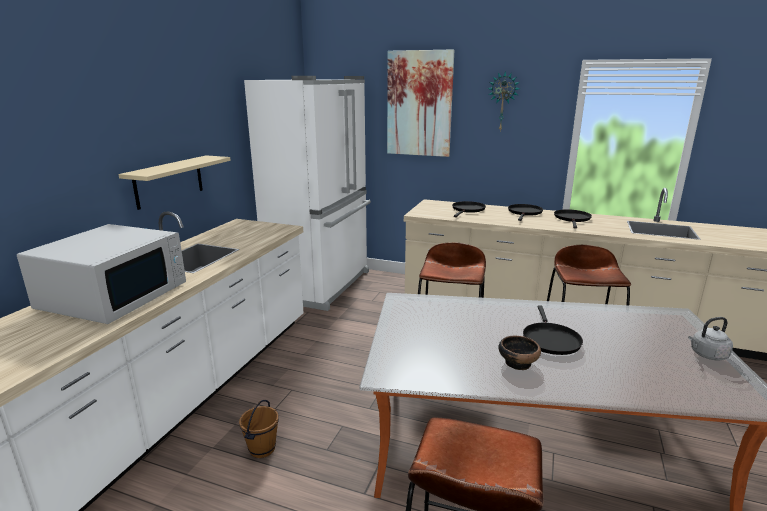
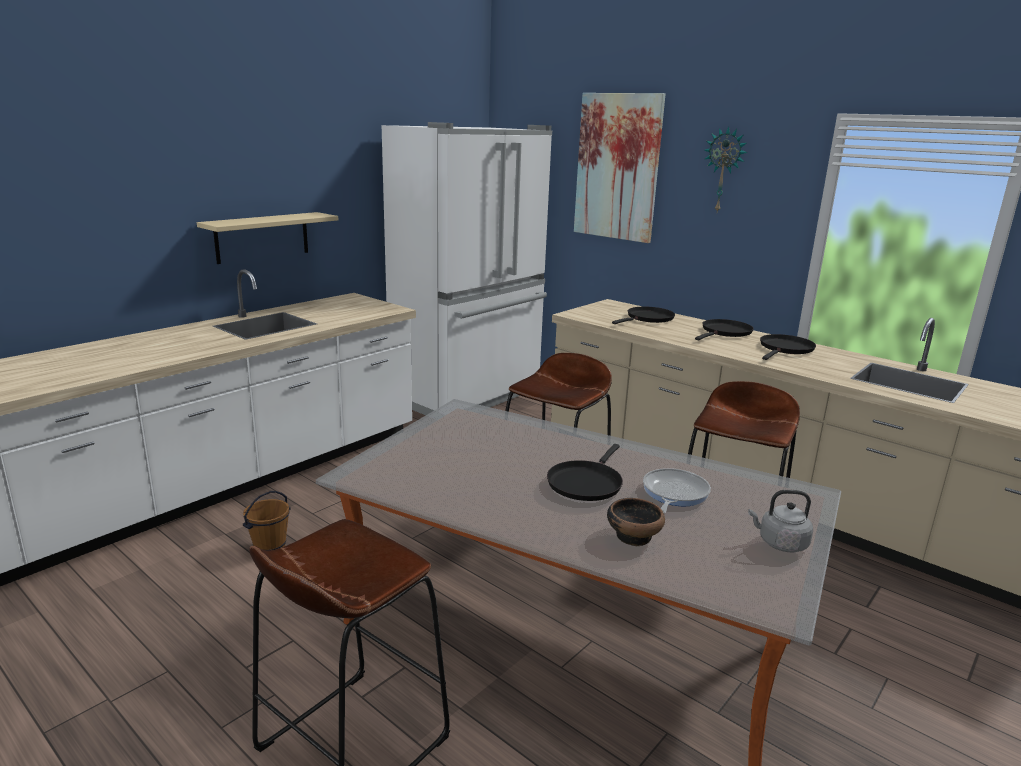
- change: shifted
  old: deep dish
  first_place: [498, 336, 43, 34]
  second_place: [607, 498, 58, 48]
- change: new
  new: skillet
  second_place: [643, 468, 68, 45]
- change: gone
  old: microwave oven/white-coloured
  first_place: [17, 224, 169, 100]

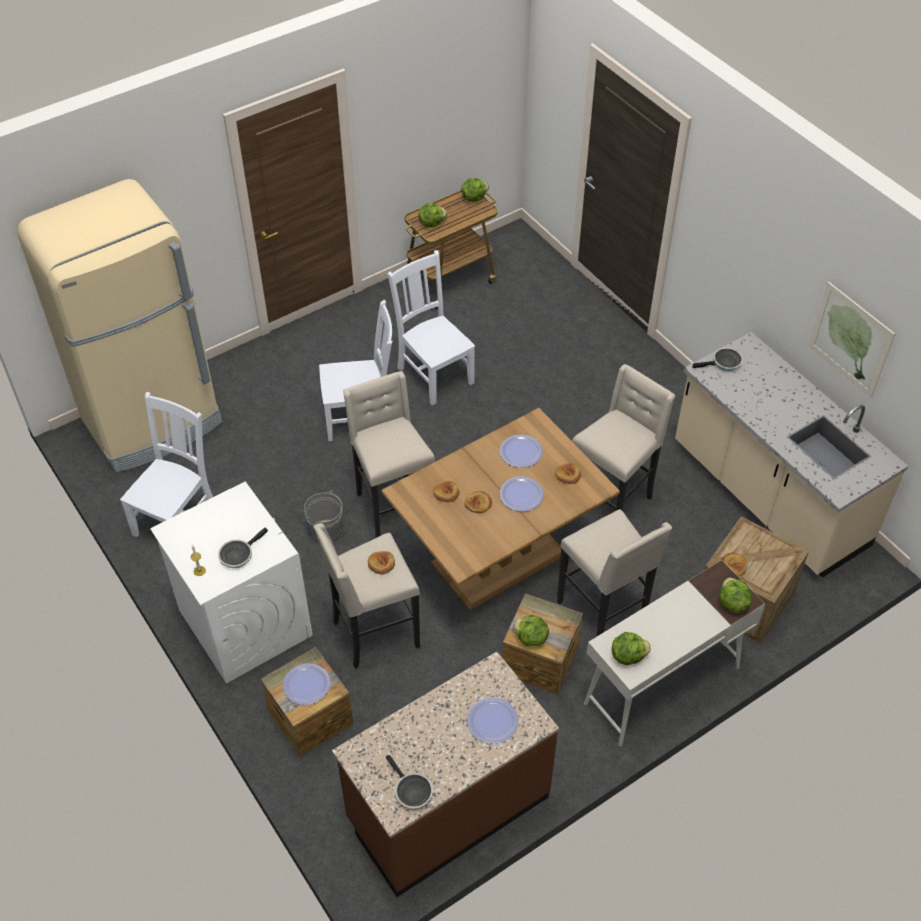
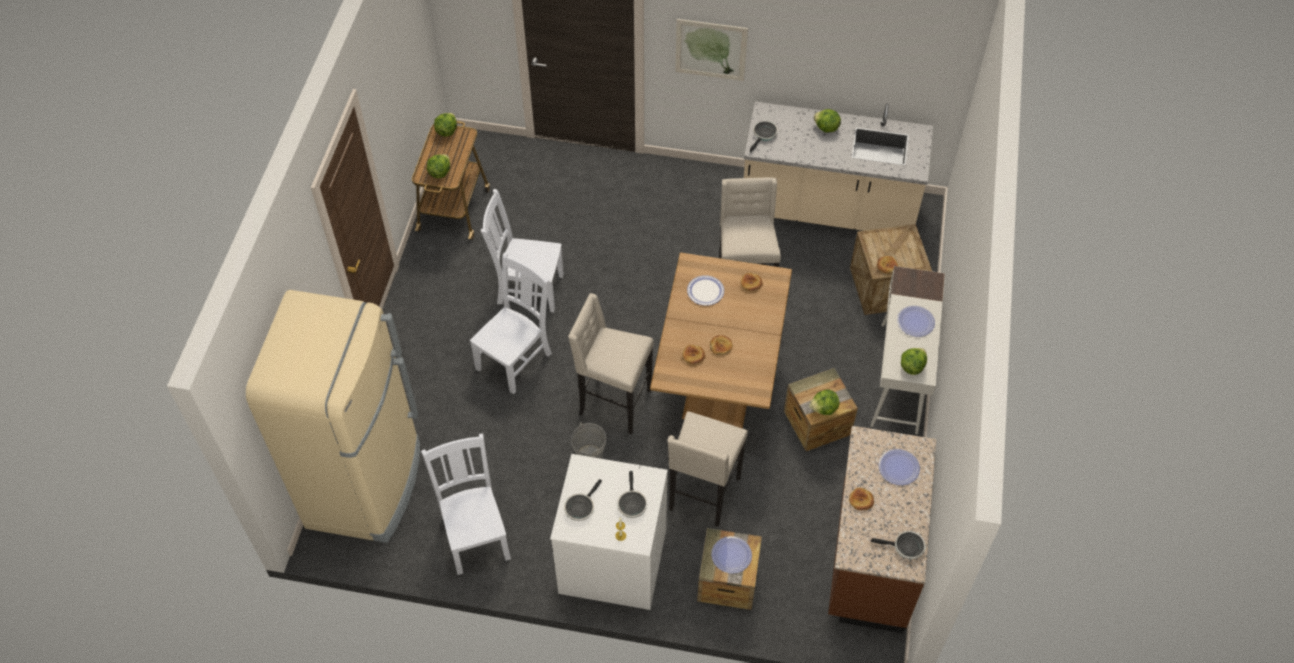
- change: new
  new: skillet
  second_place: [564, 479, 38, 42]
- change: shifted
  old: wall picture
  first_place: [809, 282, 86, 115]
  second_place: [675, 19, 73, 62]
- change: shifted
  old: lettuce head
  first_place: [720, 578, 32, 35]
  second_place: [814, 109, 27, 24]
- change: shifted
  old: baked bread
  first_place: [368, 551, 27, 23]
  second_place: [849, 487, 25, 23]
- change: shifted
  old: plate
  first_place: [500, 477, 44, 34]
  second_place: [897, 306, 38, 31]
- change: gone
  old: sitting stool/beige
  first_place: [557, 509, 115, 127]

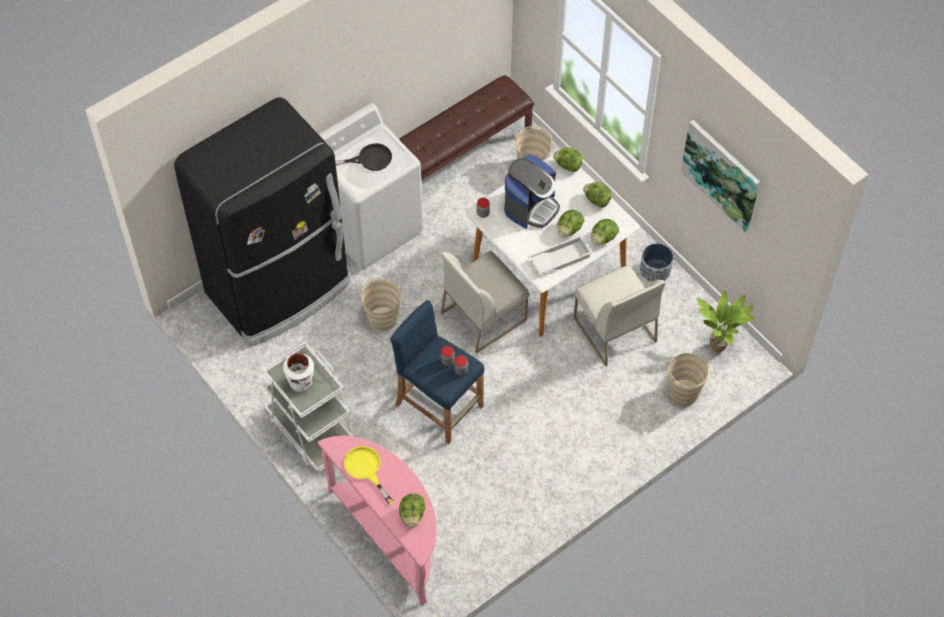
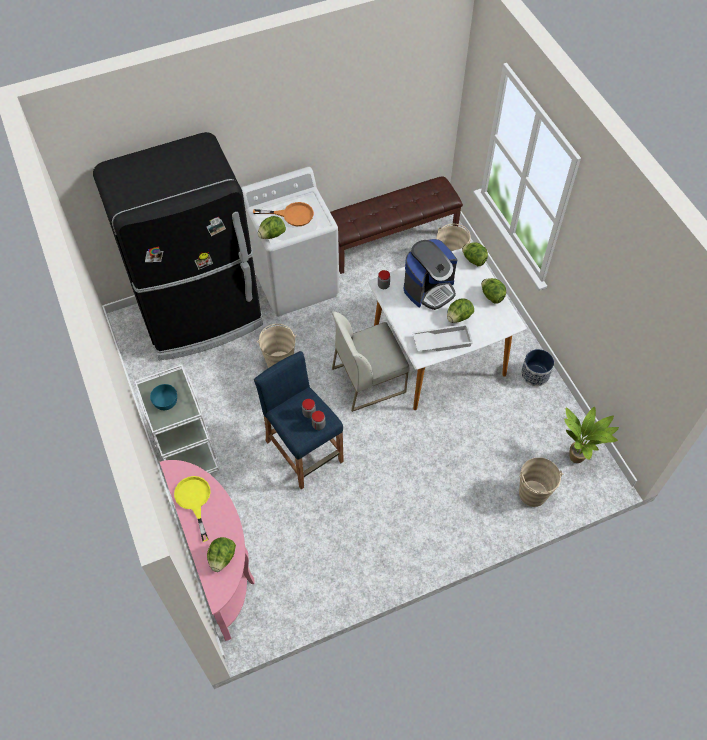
- change: swapped
  old: vase/white-coloured
  new: deep dish/turquoise-coloured
  first_place: [283, 353, 31, 39]
  second_place: [150, 384, 27, 26]
- change: repainted
  old: skillet/blackish
  new: skillet/orangey
  first_place: [335, 143, 57, 28]
  second_place: [253, 202, 61, 24]
- change: shifted
  old: lettuce head
  first_place: [591, 219, 28, 27]
  second_place: [258, 216, 28, 23]
- change: gone
  old: plain chair/white-coloured
  first_place: [573, 265, 93, 101]
- change: gone
  old: wall picture
  first_place: [681, 120, 79, 112]

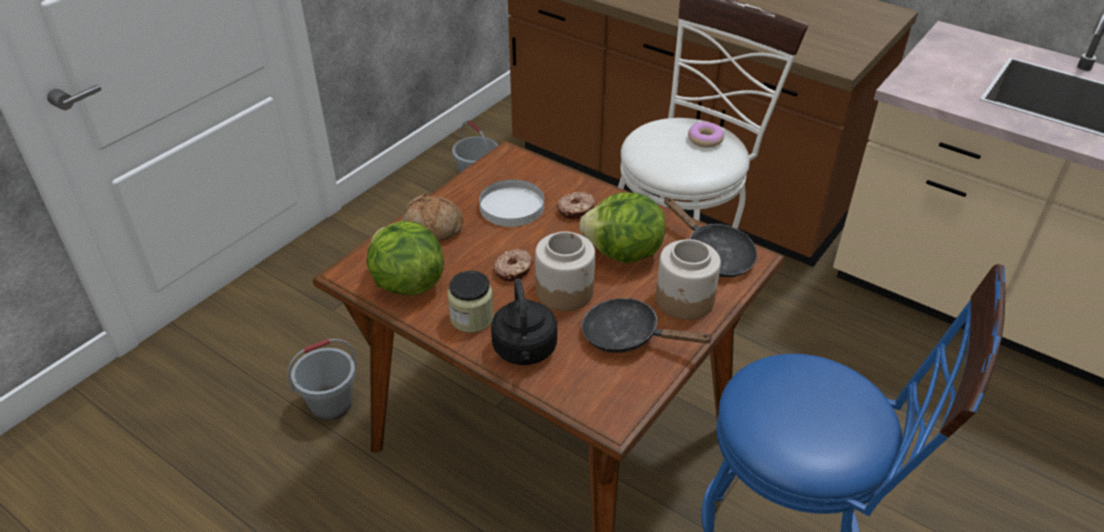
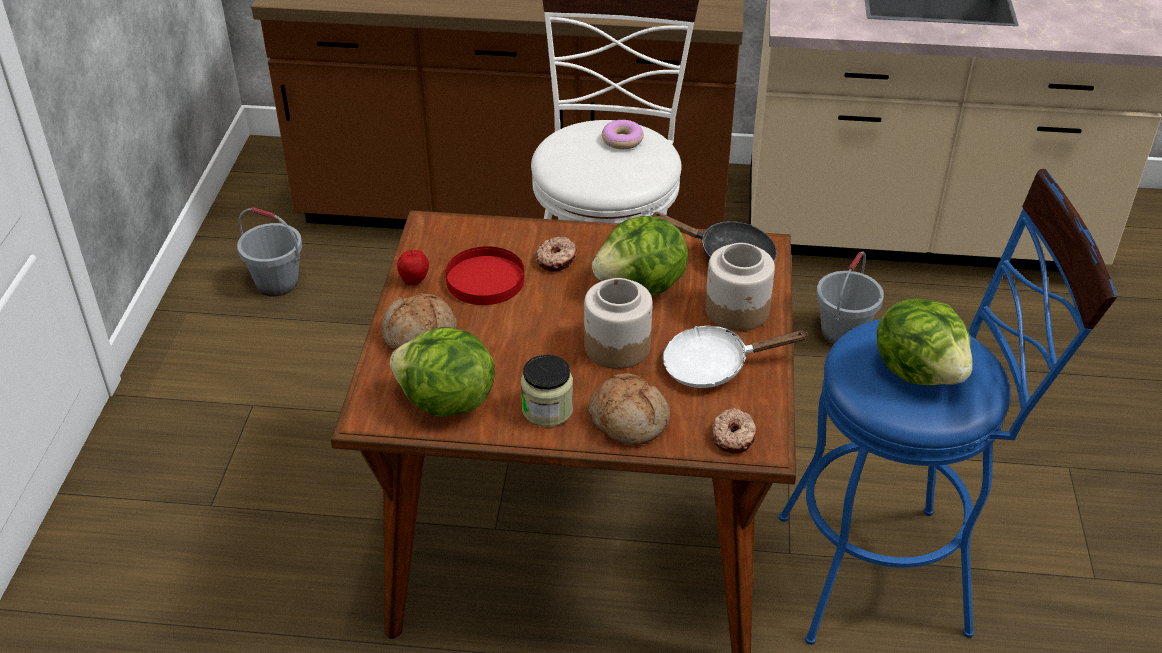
- change: new
  new: apple fruit
  second_place: [397, 250, 32, 35]
- change: repainted
  old: plate/white-coloured
  new: plate/red-coloured
  first_place: [479, 179, 65, 48]
  second_place: [445, 246, 80, 59]
- change: swapped
  old: kettle/blackish
  new: baked bread
  first_place: [491, 279, 66, 86]
  second_place: [588, 373, 82, 72]
- change: repainted
  old: skillet/blackish
  new: skillet/white-coloured
  first_place: [582, 298, 132, 55]
  second_place: [663, 326, 145, 62]
- change: shifted
  old: donut
  first_place: [493, 249, 40, 32]
  second_place: [711, 408, 45, 46]
- change: shifted
  old: pail/greyish
  first_place: [287, 339, 70, 82]
  second_place: [816, 251, 68, 94]
- change: new
  new: lettuce head
  second_place: [877, 298, 95, 87]

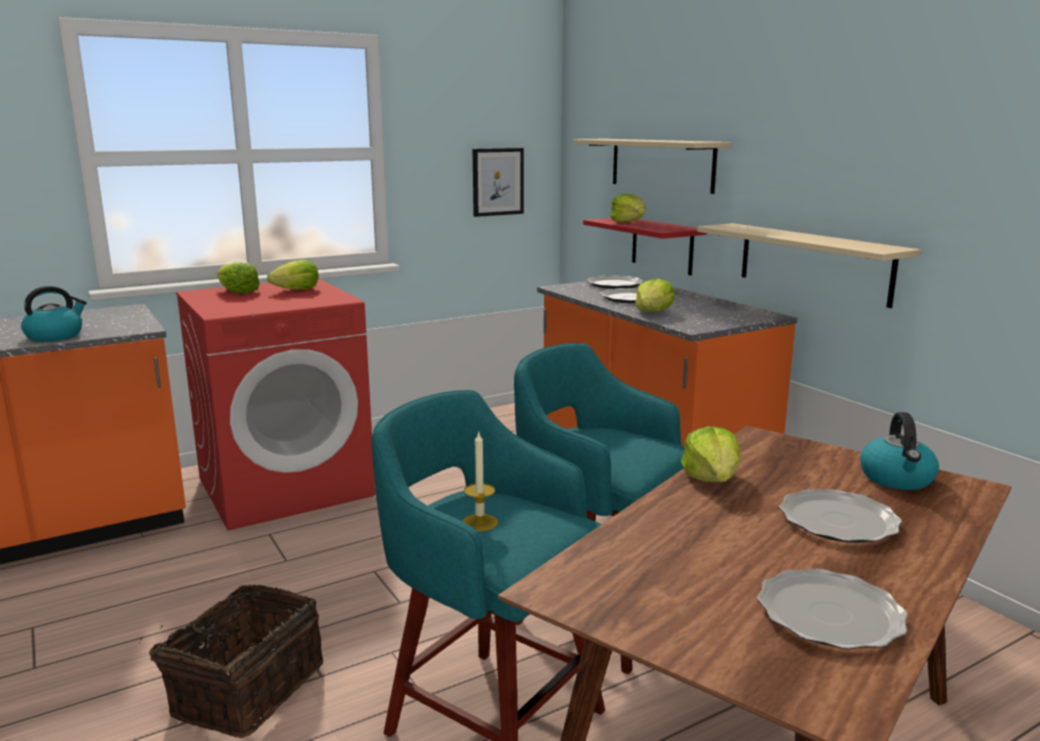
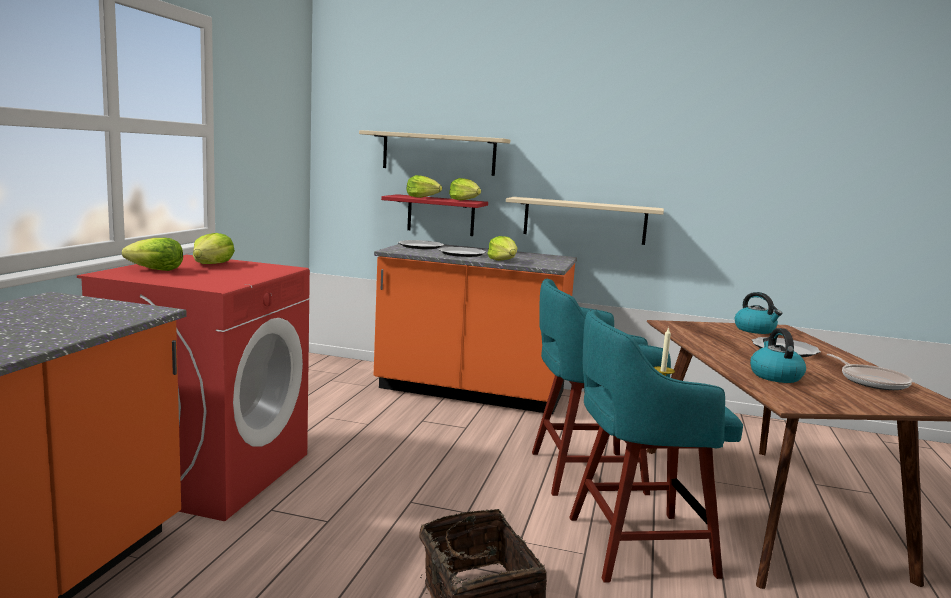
- change: shifted
  old: lettuce head
  first_place: [681, 426, 60, 56]
  second_place: [449, 178, 32, 22]
- change: shifted
  old: kettle
  first_place: [21, 286, 66, 56]
  second_place: [750, 328, 56, 55]
- change: swapped
  old: plate
  new: skillet
  first_place: [757, 569, 151, 80]
  second_place: [826, 354, 86, 36]
- change: gone
  old: wall picture
  first_place: [473, 148, 51, 69]

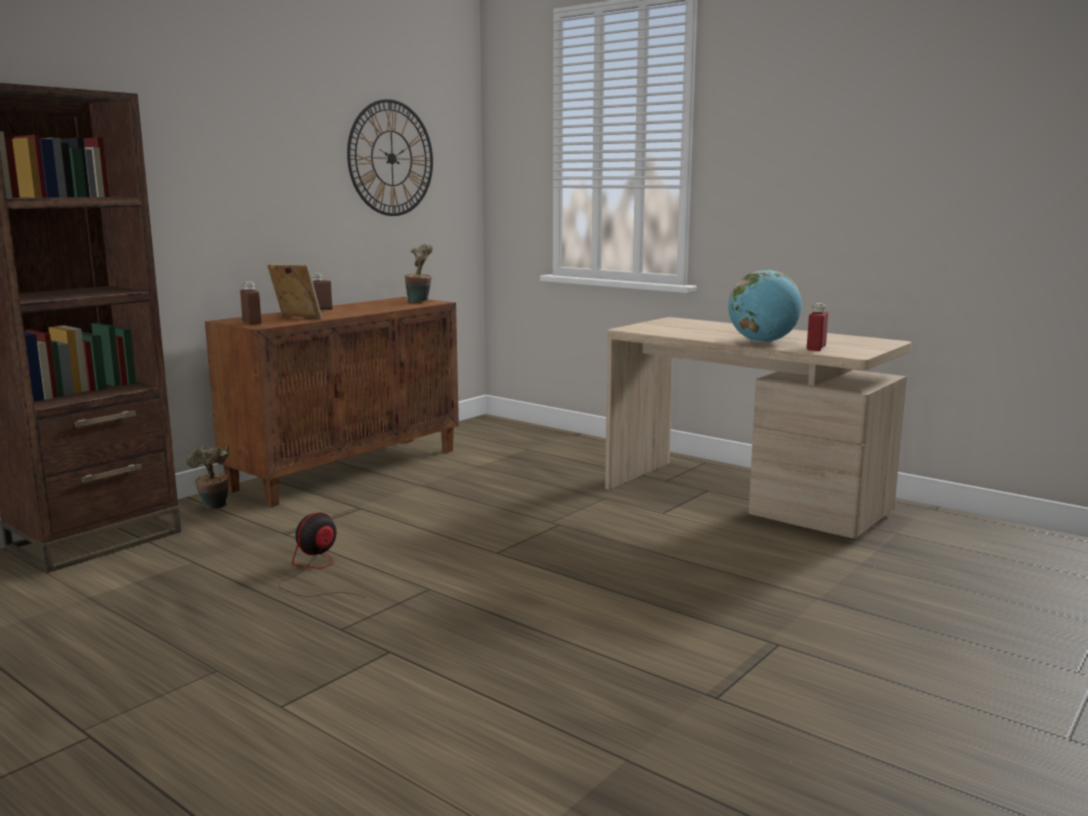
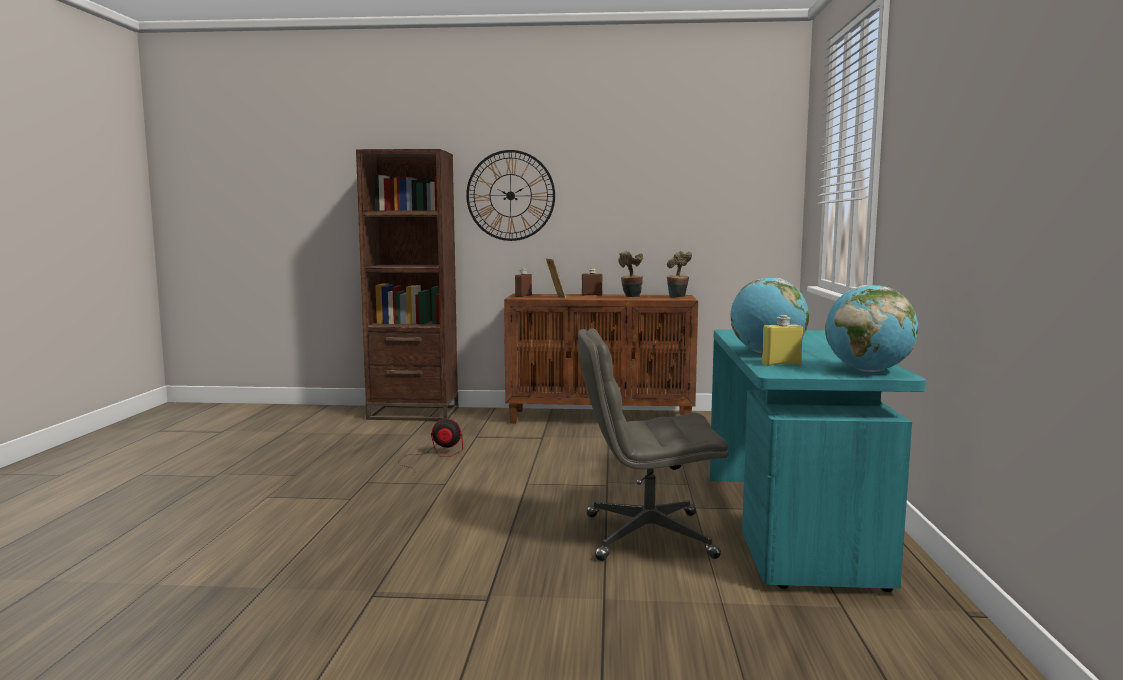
- change: shifted
  old: wall clock
  first_place: [347, 99, 86, 117]
  second_place: [466, 150, 89, 91]
- change: new
  new: computer chair/greyish
  second_place: [578, 328, 151, 233]
- change: shifted
  old: plant in a pot
  first_place: [186, 446, 43, 63]
  second_place: [618, 251, 25, 46]
- change: repainted
  old: desk unit/beige
  new: desk unit/turquoise-coloured
  first_place: [605, 317, 306, 222]
  second_place: [709, 329, 217, 263]
- change: repainted
  old: bottle/red-coloured
  new: bottle/yellowish
  first_place: [807, 303, 21, 48]
  second_place: [762, 315, 41, 51]
- change: new
  new: desk globe
  second_place: [825, 285, 93, 87]

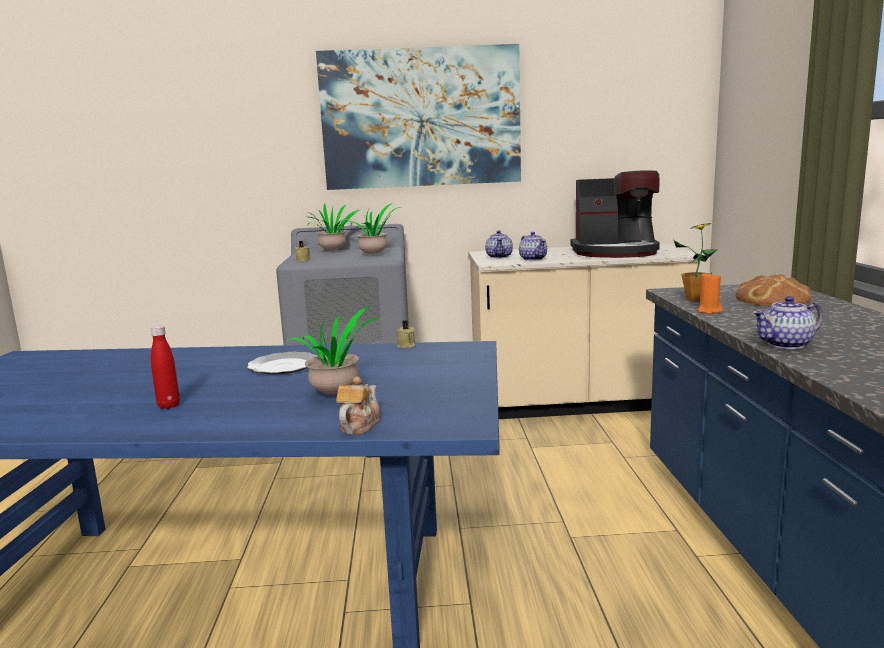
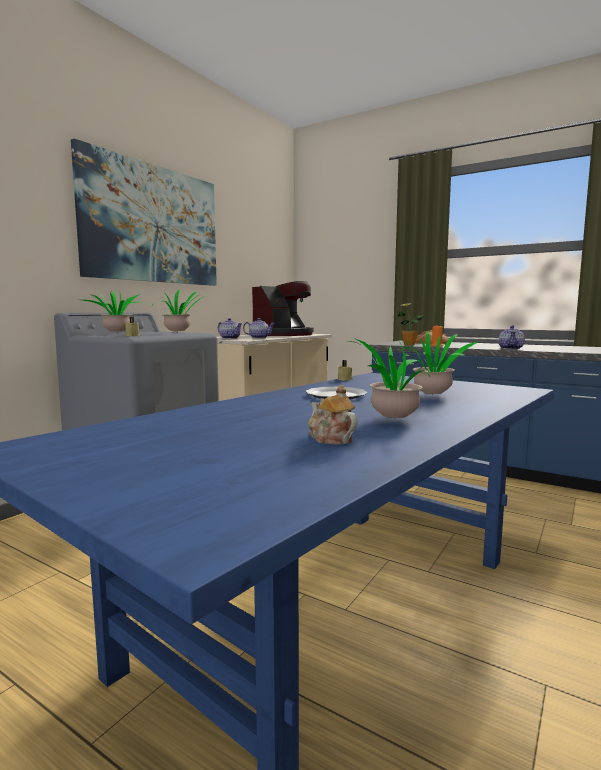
- change: shifted
  old: tea pot
  first_place: [336, 376, 45, 59]
  second_place: [308, 385, 50, 59]
- change: swapped
  old: bottle/red-coloured
  new: plant in a pot
  first_place: [151, 326, 29, 83]
  second_place: [348, 338, 92, 80]

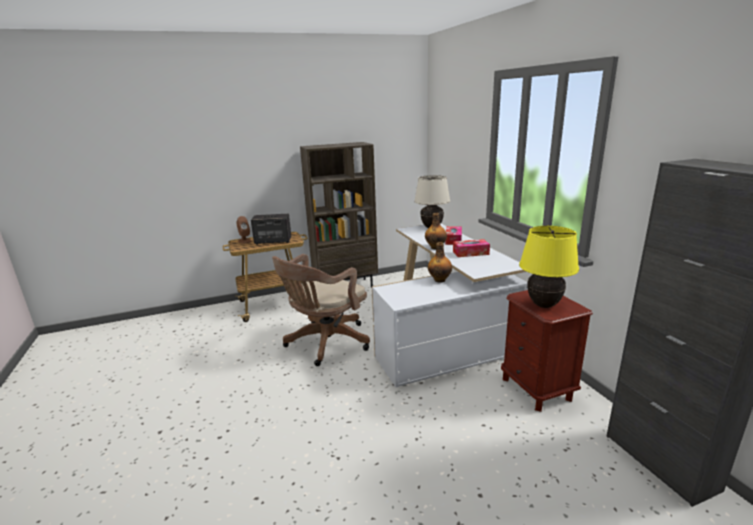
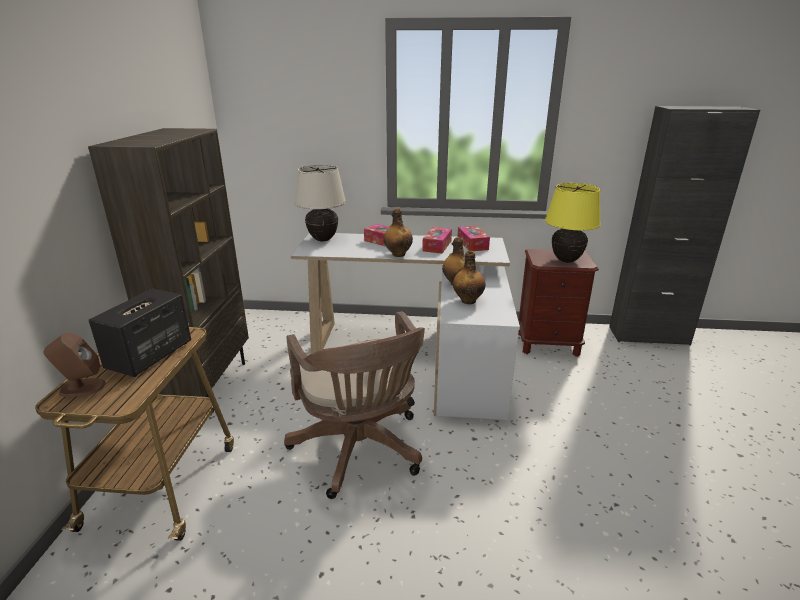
- change: new
  new: bottle
  second_place: [453, 251, 33, 53]
- change: new
  new: tissue holder
  second_place: [458, 226, 32, 25]

